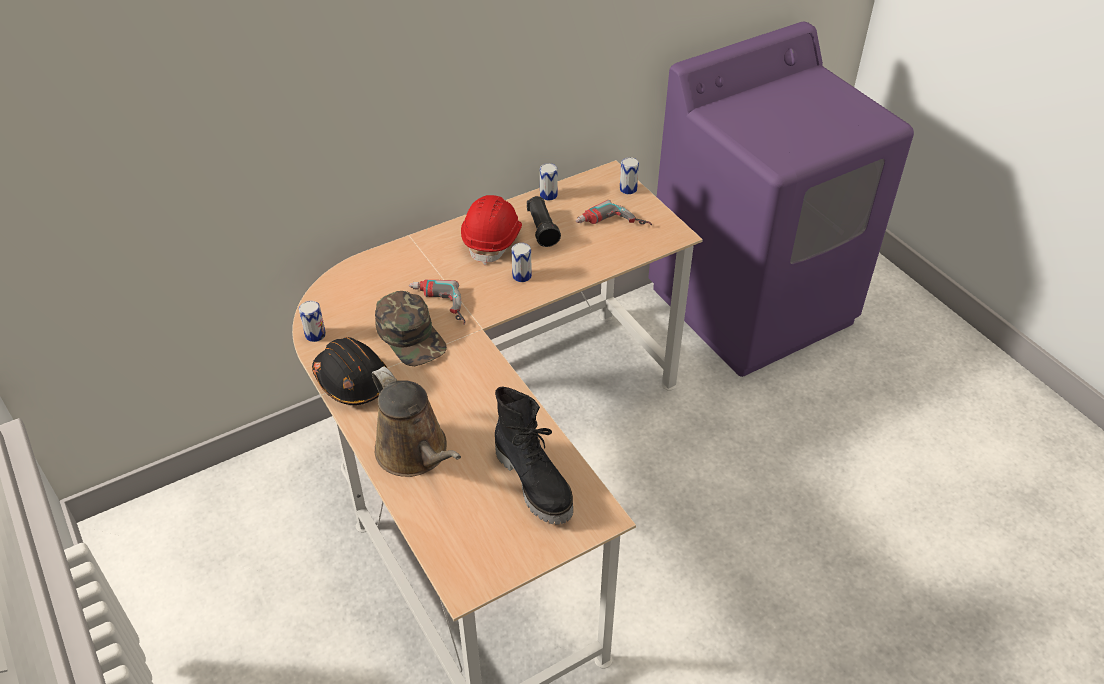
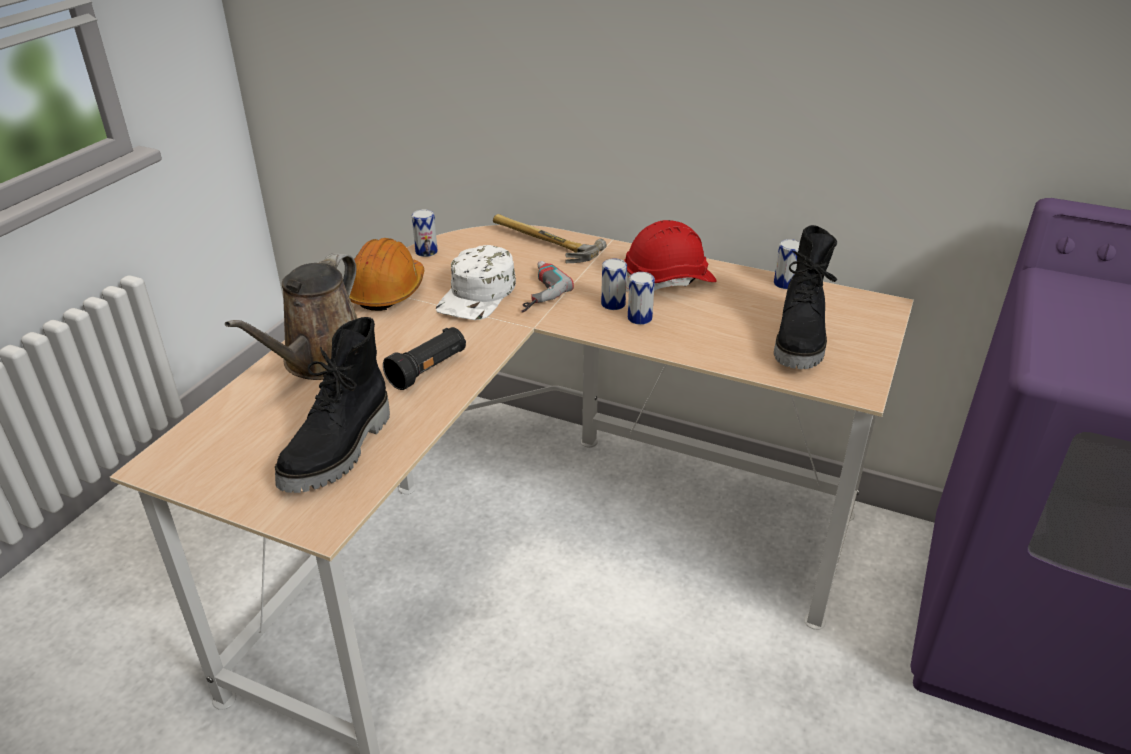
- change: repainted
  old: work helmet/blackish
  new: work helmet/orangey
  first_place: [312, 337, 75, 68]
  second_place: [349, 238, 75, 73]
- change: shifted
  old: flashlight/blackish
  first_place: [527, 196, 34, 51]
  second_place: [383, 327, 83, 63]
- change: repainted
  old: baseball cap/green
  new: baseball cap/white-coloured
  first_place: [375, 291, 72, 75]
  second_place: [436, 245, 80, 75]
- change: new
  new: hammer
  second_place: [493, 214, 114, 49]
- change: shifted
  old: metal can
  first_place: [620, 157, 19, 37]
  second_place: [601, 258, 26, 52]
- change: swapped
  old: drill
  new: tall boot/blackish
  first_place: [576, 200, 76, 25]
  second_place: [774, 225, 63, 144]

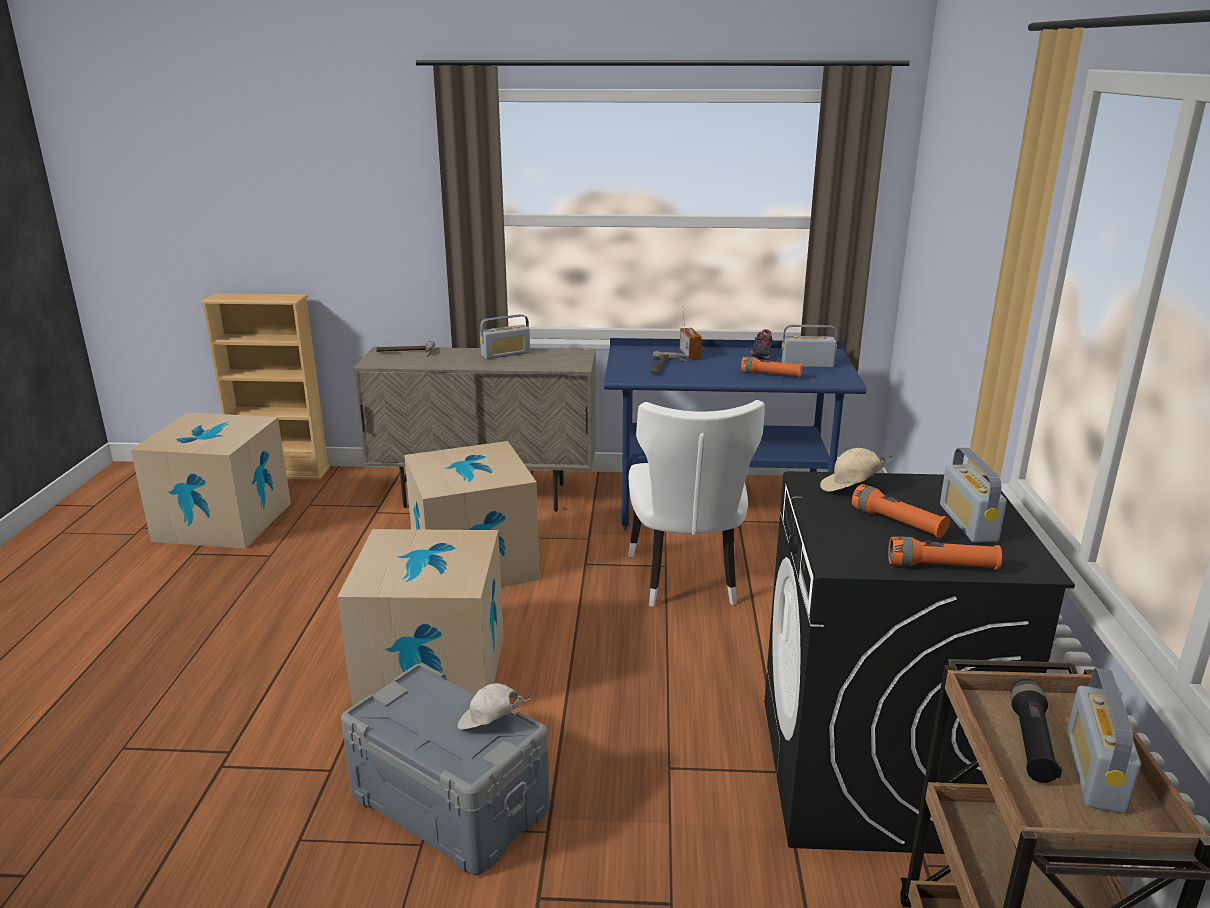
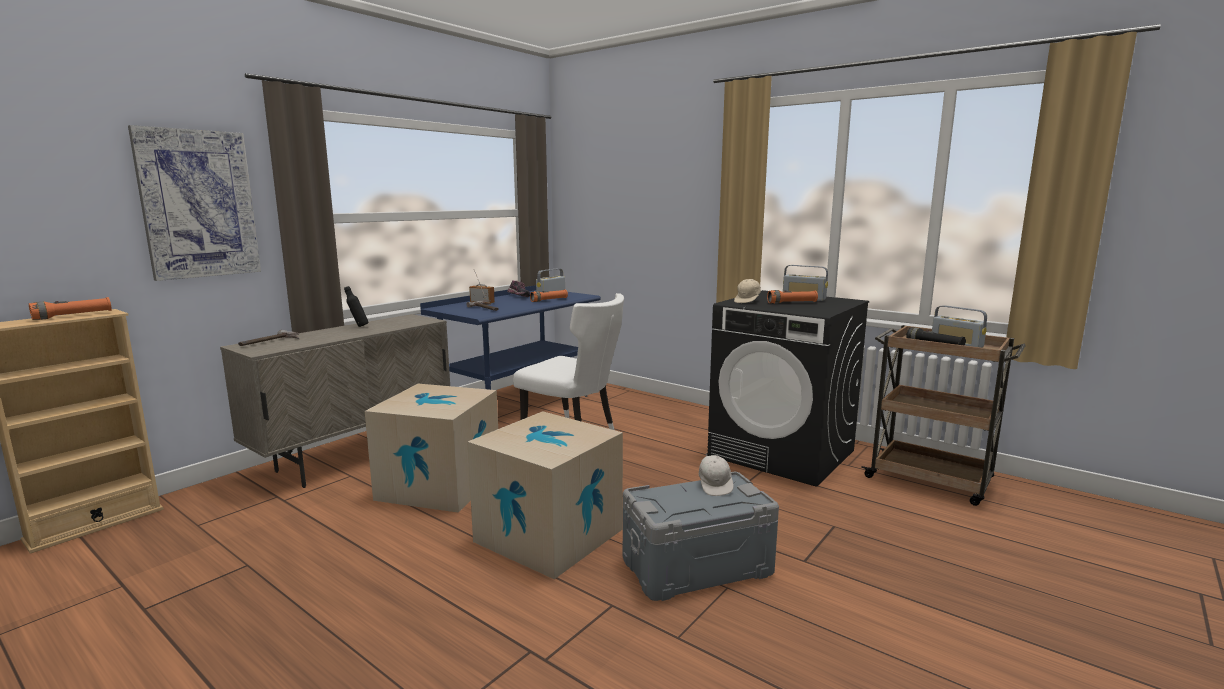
- change: shifted
  old: flashlight/orangey
  first_place: [888, 536, 114, 34]
  second_place: [29, 297, 83, 23]
- change: new
  new: wall picture
  second_place: [128, 125, 133, 156]
- change: swapped
  old: radio receiver
  new: bottle/blackish
  first_place: [480, 314, 50, 45]
  second_place: [344, 286, 24, 41]
- change: rotated
  old: baseball cap/white-coloured
  first_place: [457, 683, 74, 46]
  second_place: [699, 453, 35, 43]
  degrees: -45
- change: gone
  old: cardboard box
  first_place: [131, 412, 160, 137]

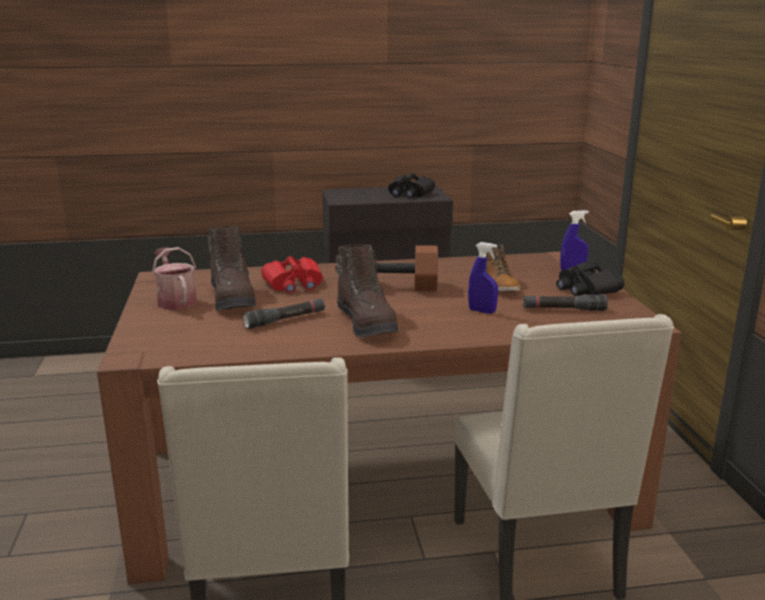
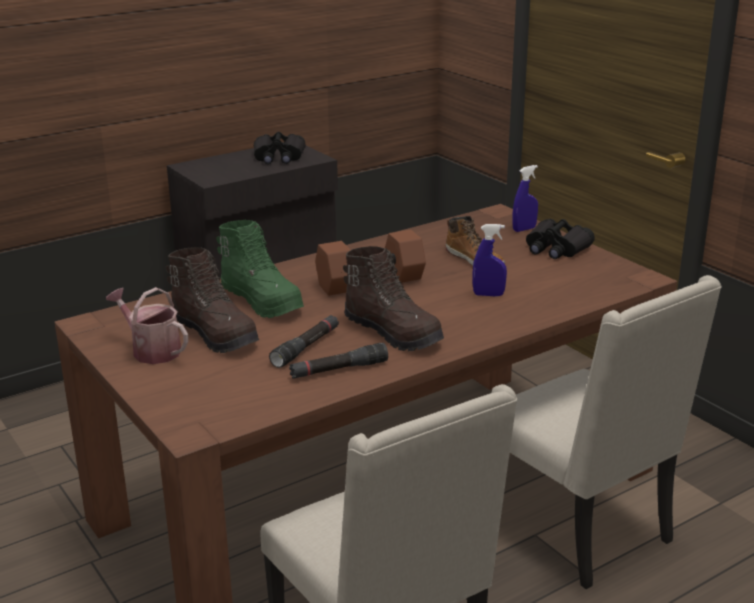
- change: swapped
  old: field glasses/red-coloured
  new: tall boot/green
  first_place: [261, 256, 62, 37]
  second_place: [216, 220, 88, 98]
- change: shifted
  old: flashlight/blackish
  first_place: [523, 294, 85, 17]
  second_place: [289, 343, 99, 36]

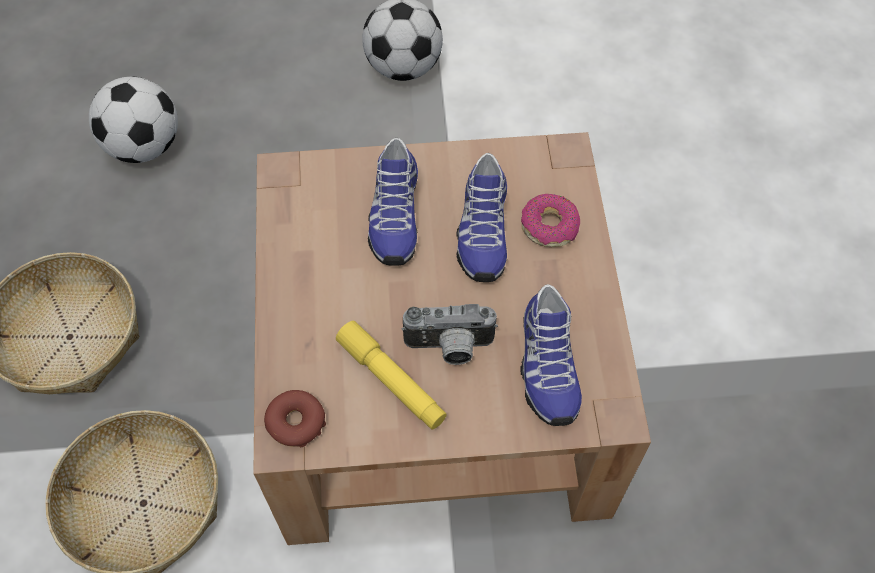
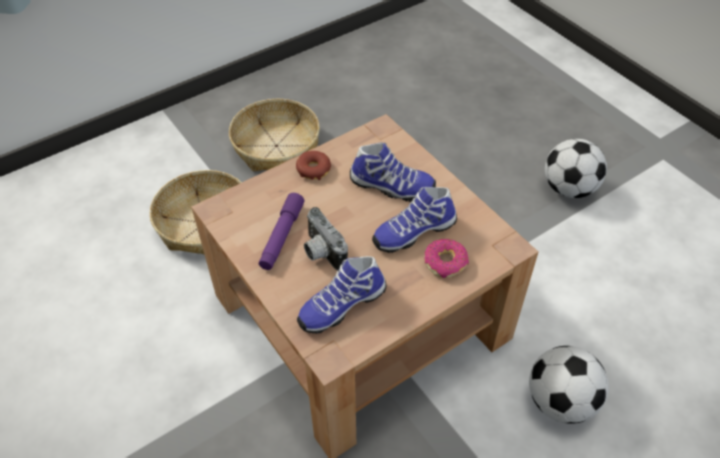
- change: repainted
  old: flashlight/yellowish
  new: flashlight/purple-coloured
  first_place: [336, 321, 111, 109]
  second_place: [259, 193, 46, 77]
- change: shifted
  old: donut
  first_place: [264, 390, 62, 57]
  second_place: [296, 151, 35, 29]
- change: rotated
  old: shoe
  first_place: [368, 138, 50, 128]
  second_place: [350, 142, 86, 60]
  degrees: -135
- change: shifted
  old: ball for football
  first_place: [89, 77, 89, 86]
  second_place: [529, 346, 80, 78]

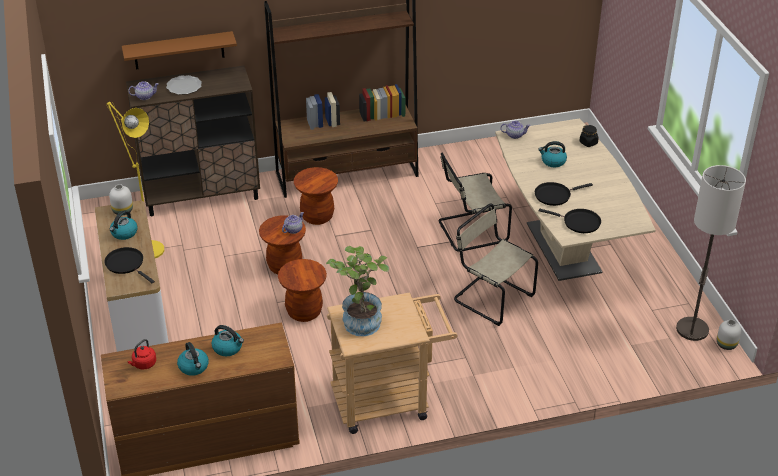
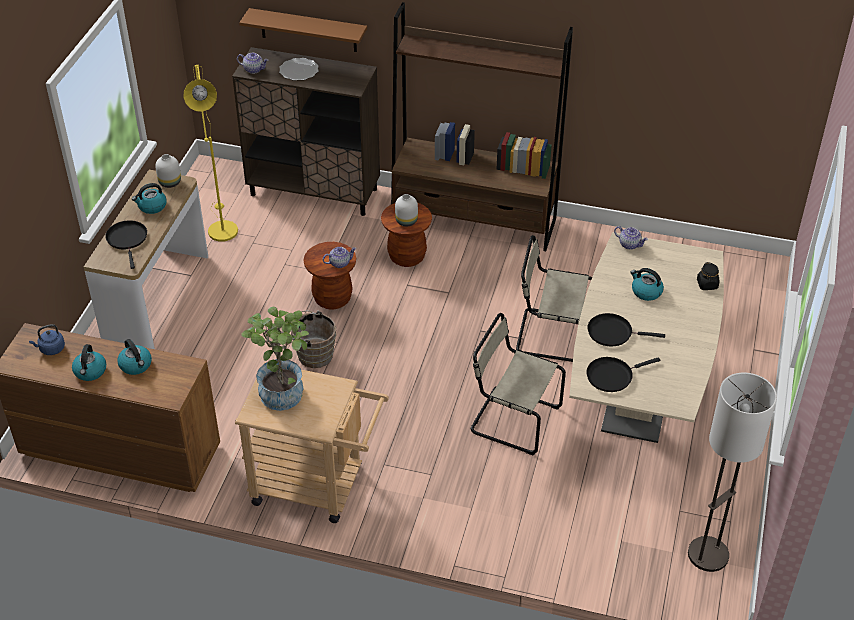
- change: repainted
  old: kettle/red-coloured
  new: kettle/blue
  first_place: [128, 339, 28, 31]
  second_place: [29, 324, 36, 31]
- change: swapped
  old: sitting stool/brown
  new: pail/brown
  first_place: [278, 259, 49, 63]
  second_place: [291, 310, 45, 58]
- change: shifted
  old: vase/white-coloured
  first_place: [717, 320, 24, 30]
  second_place: [395, 194, 23, 33]
- change: rotated
  old: plain chair/beige
  first_place: [454, 204, 84, 122]
  second_place: [471, 313, 95, 142]
  degrees: -45
- change: rotated
  old: skillet/blackish
  first_place: [539, 209, 62, 24]
  second_place: [586, 357, 74, 35]
  degrees: 105

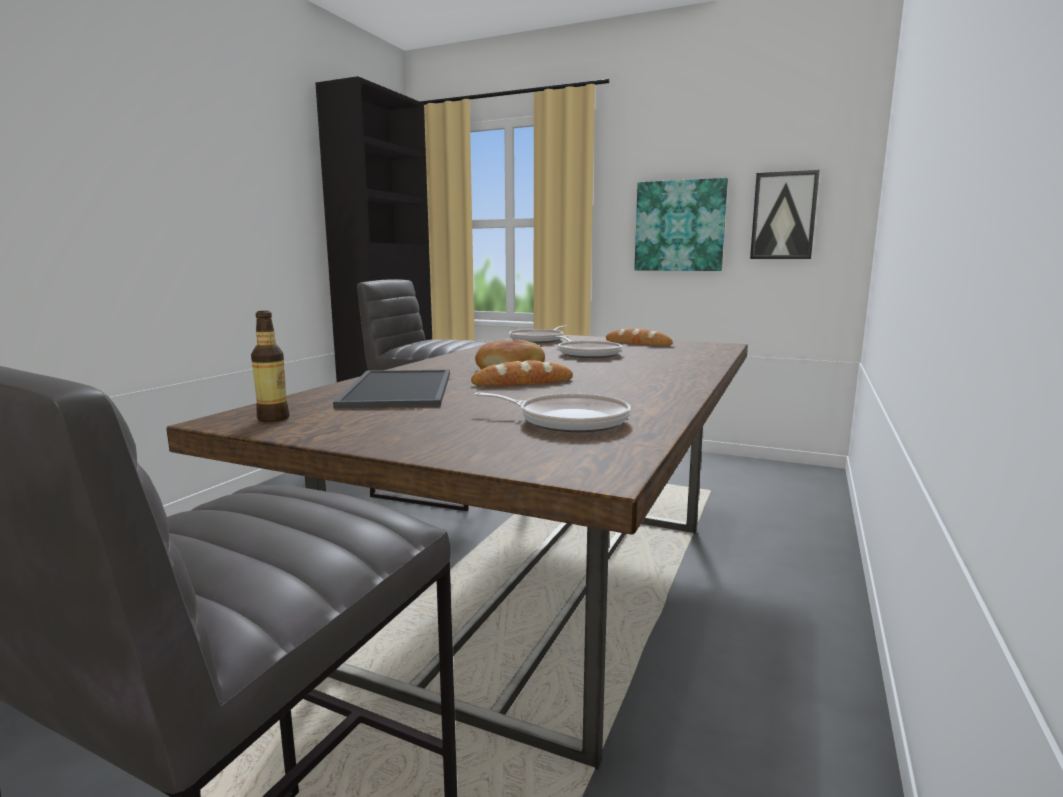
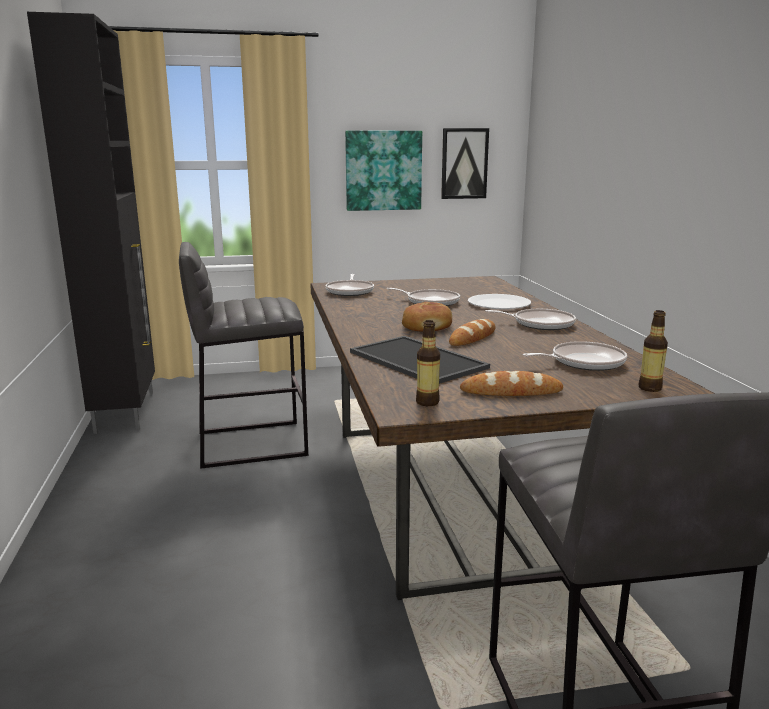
- change: shifted
  old: baked bread
  first_place: [606, 328, 67, 18]
  second_place: [460, 371, 103, 25]
- change: new
  new: plate/white-coloured
  second_place: [468, 294, 63, 15]
- change: new
  new: skillet
  second_place: [485, 309, 91, 21]
- change: new
  new: bottle
  second_place: [639, 310, 29, 82]

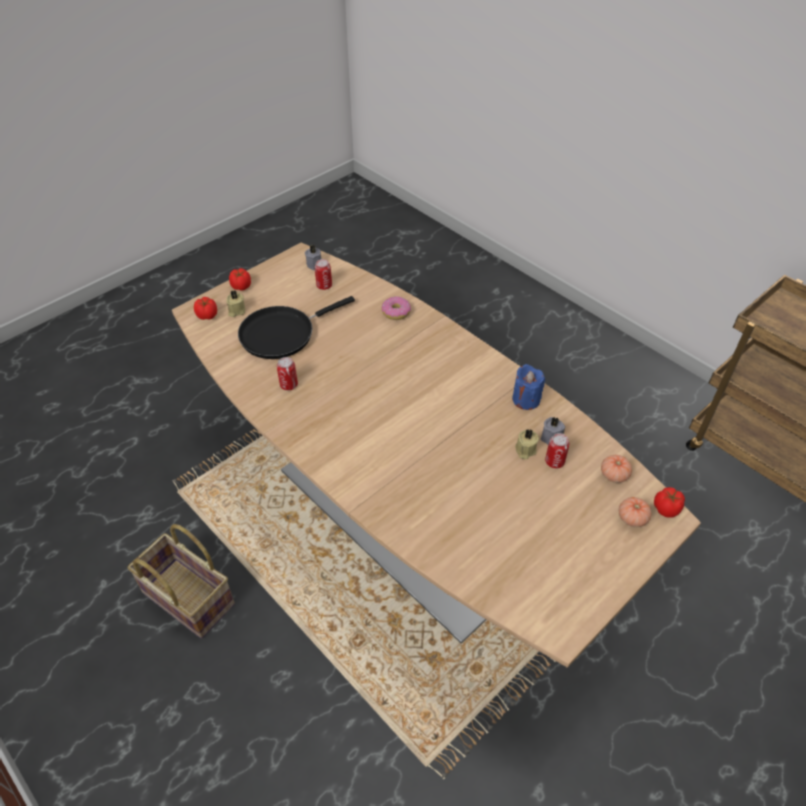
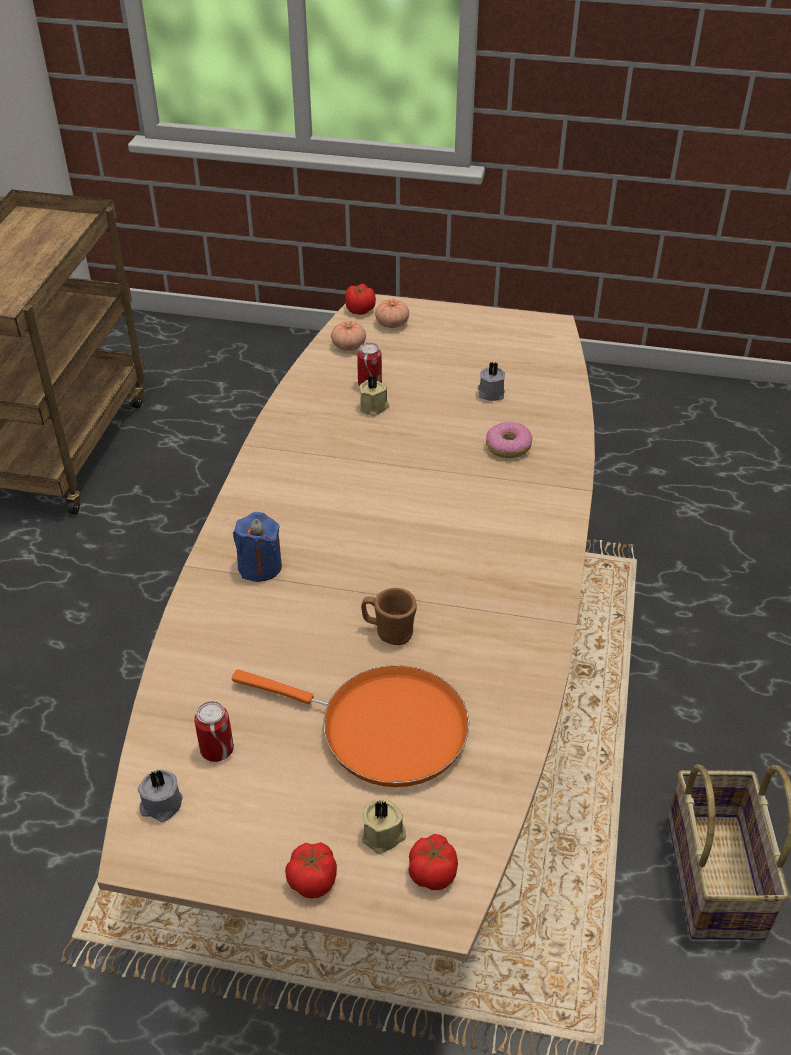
- change: repainted
  old: skillet/blackish
  new: skillet/orangey
  first_place: [238, 296, 117, 63]
  second_place: [232, 665, 237, 122]
- change: shifted
  old: candle/blue
  first_place: [512, 364, 33, 46]
  second_place: [233, 512, 49, 70]
- change: new
  new: mug/brown
  second_place: [361, 588, 56, 57]
- change: shifted
  old: candle/greyish
  first_place: [541, 417, 24, 28]
  second_place: [478, 362, 27, 39]
- change: shifted
  old: donut
  first_place: [382, 296, 29, 24]
  second_place: [486, 422, 46, 36]
- change: gone
  old: metal can
  first_place: [277, 357, 21, 33]

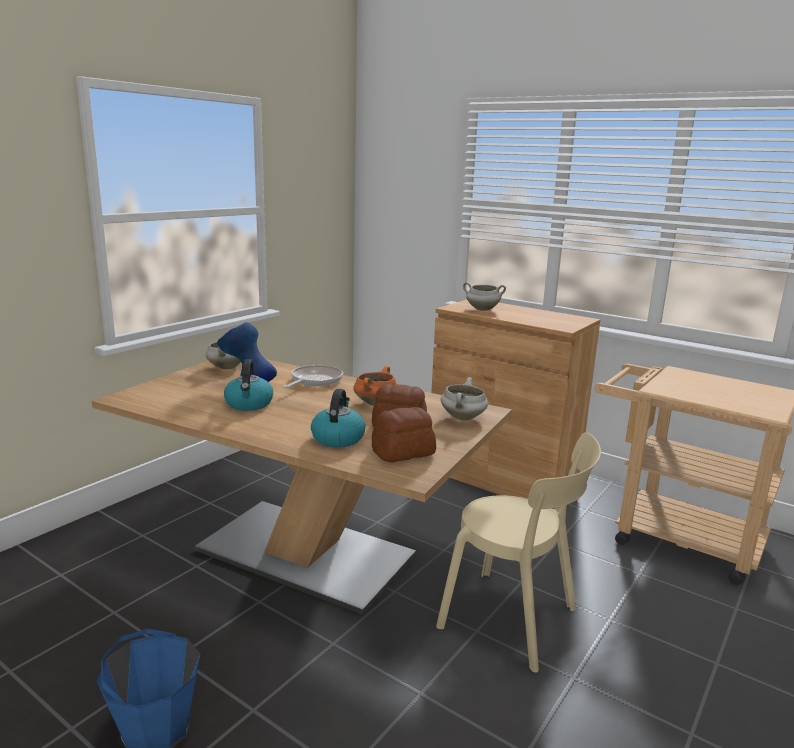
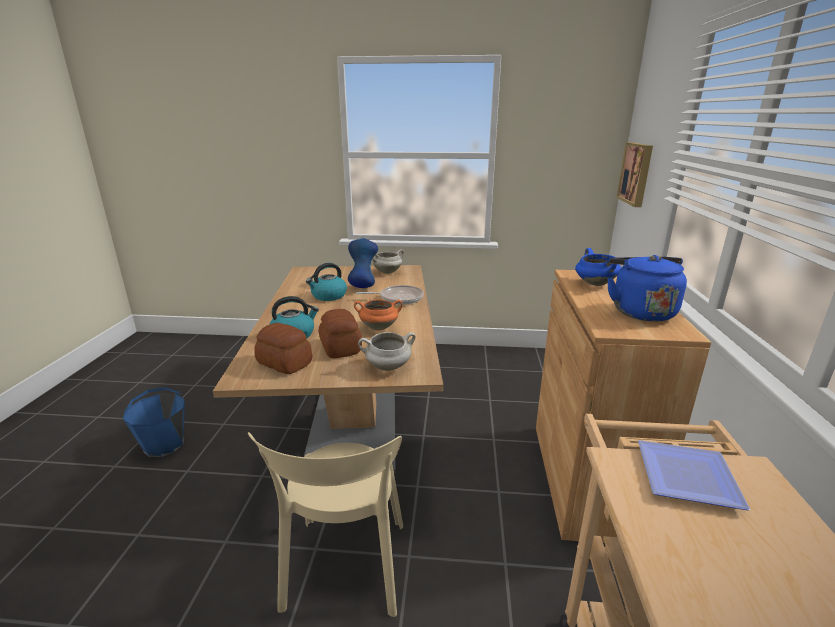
- change: repainted
  old: cooking pot/white-coloured
  new: cooking pot/blue
  first_place: [463, 282, 43, 29]
  second_place: [575, 248, 46, 38]
- change: new
  new: kettle/blue
  second_place: [607, 255, 80, 66]
- change: new
  new: wall picture
  second_place: [617, 142, 36, 65]
- change: new
  new: plate
  second_place: [638, 440, 113, 70]

